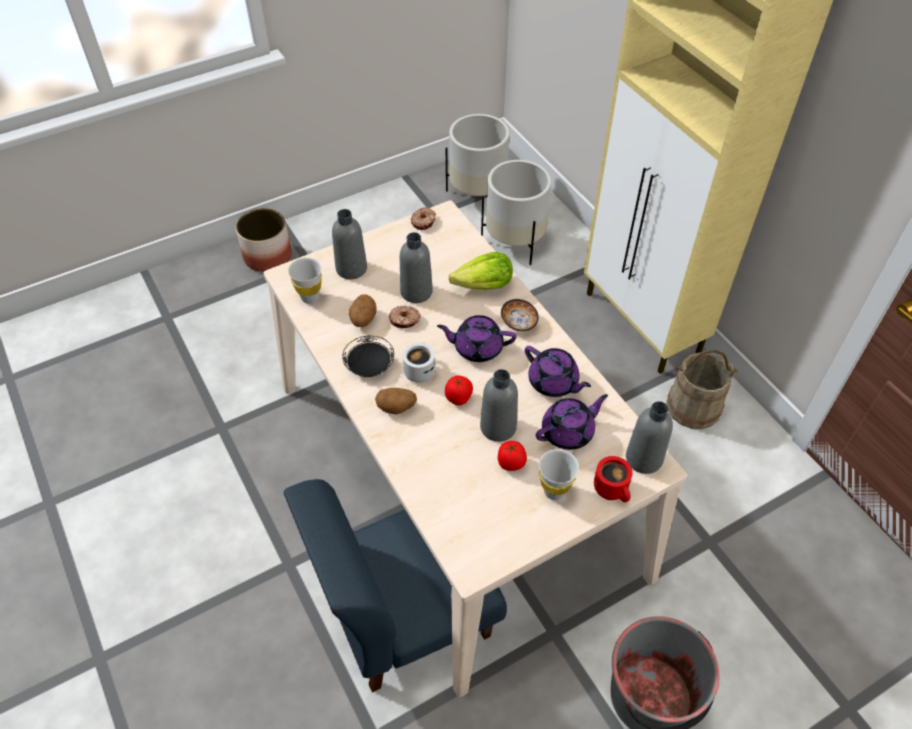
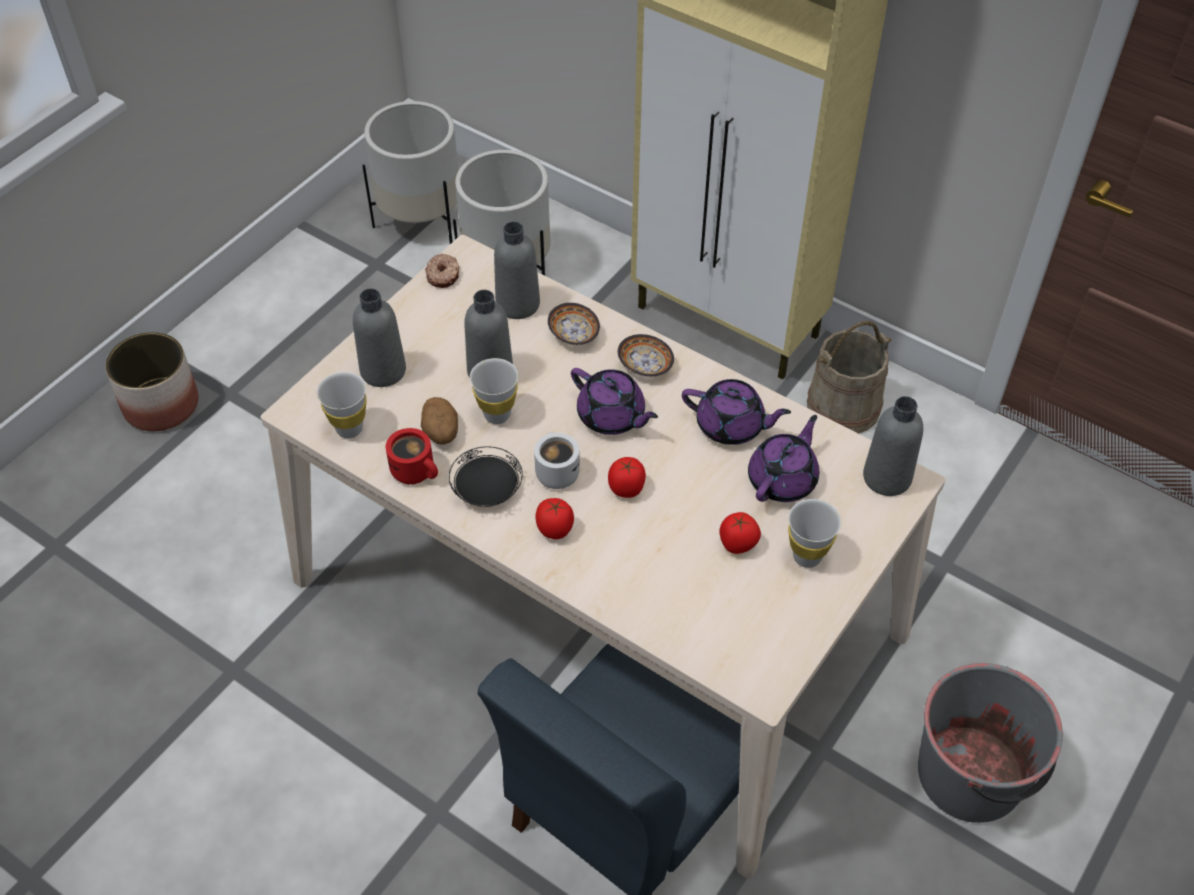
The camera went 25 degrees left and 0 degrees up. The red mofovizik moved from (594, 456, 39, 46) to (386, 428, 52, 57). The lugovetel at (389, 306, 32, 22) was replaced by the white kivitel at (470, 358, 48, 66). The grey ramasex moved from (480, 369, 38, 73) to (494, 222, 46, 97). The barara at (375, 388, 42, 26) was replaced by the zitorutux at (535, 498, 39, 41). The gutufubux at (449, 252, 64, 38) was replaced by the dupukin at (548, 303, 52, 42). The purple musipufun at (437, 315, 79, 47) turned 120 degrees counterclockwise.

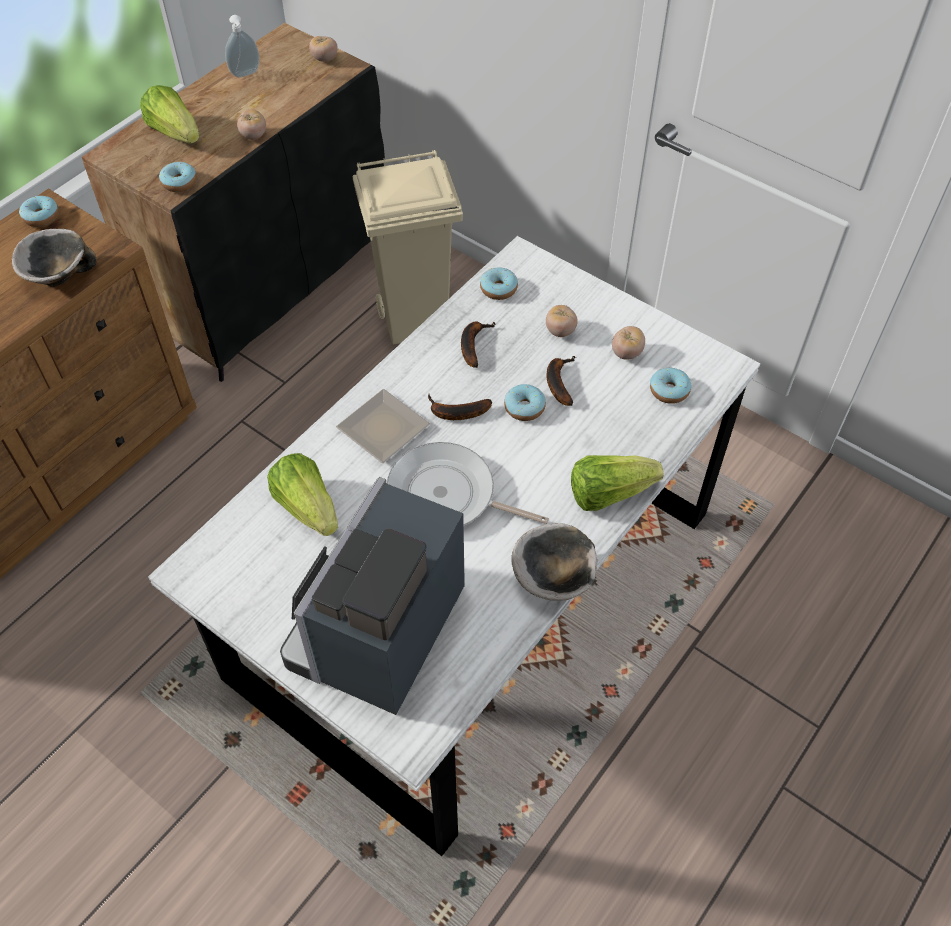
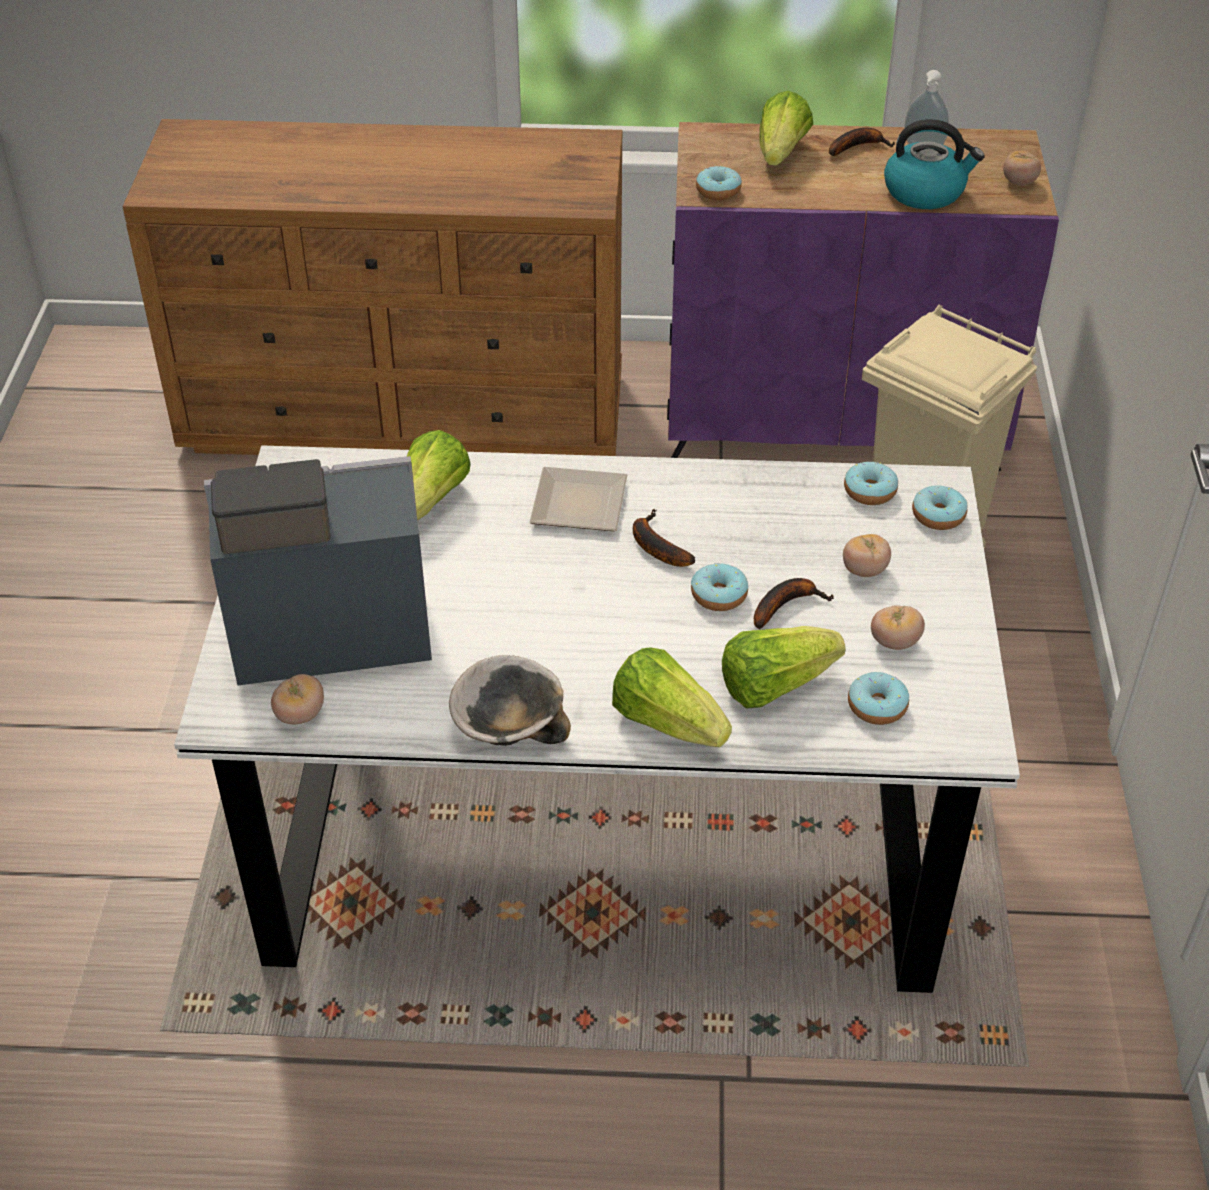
The camera went 55 degrees right and 10 degrees down. The zitorutux moved from (237, 109, 29, 31) to (271, 674, 53, 50). The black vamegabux at (82, 23, 303, 359) became the purple vamegabux at (667, 122, 392, 349). The gutufubux at (722, 626, 124, 83) appeared. The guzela moved from (461, 322, 34, 46) to (829, 128, 66, 28). The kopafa at (884, 119, 101, 90) appeared. The lugovetel moved from (19, 196, 40, 31) to (912, 485, 56, 45). The dupukin at (12, 229, 85, 58) disappeared. The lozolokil at (387, 442, 162, 84) disappeared.

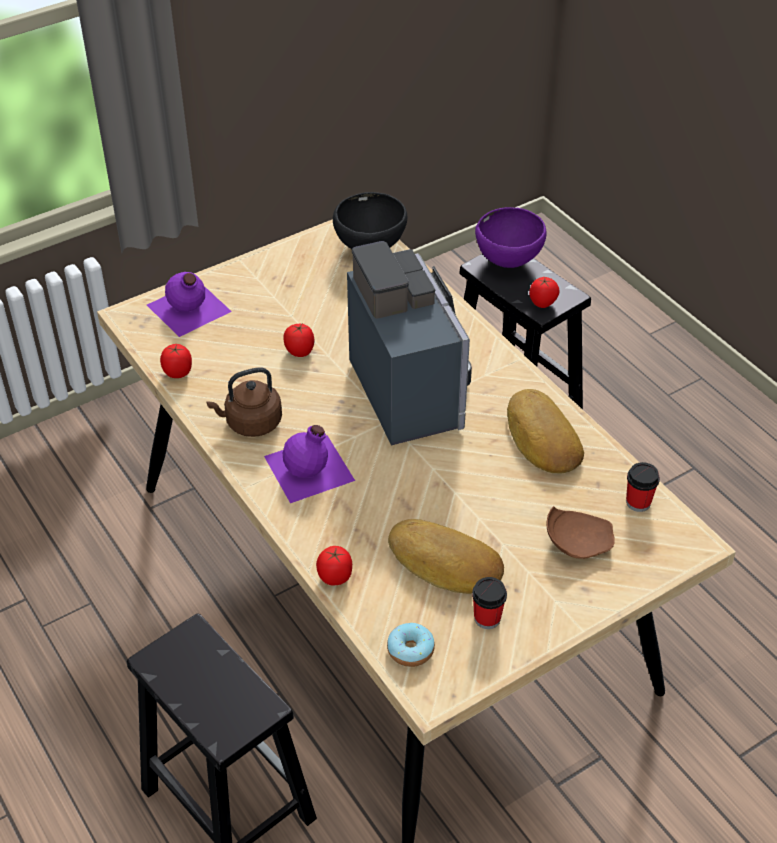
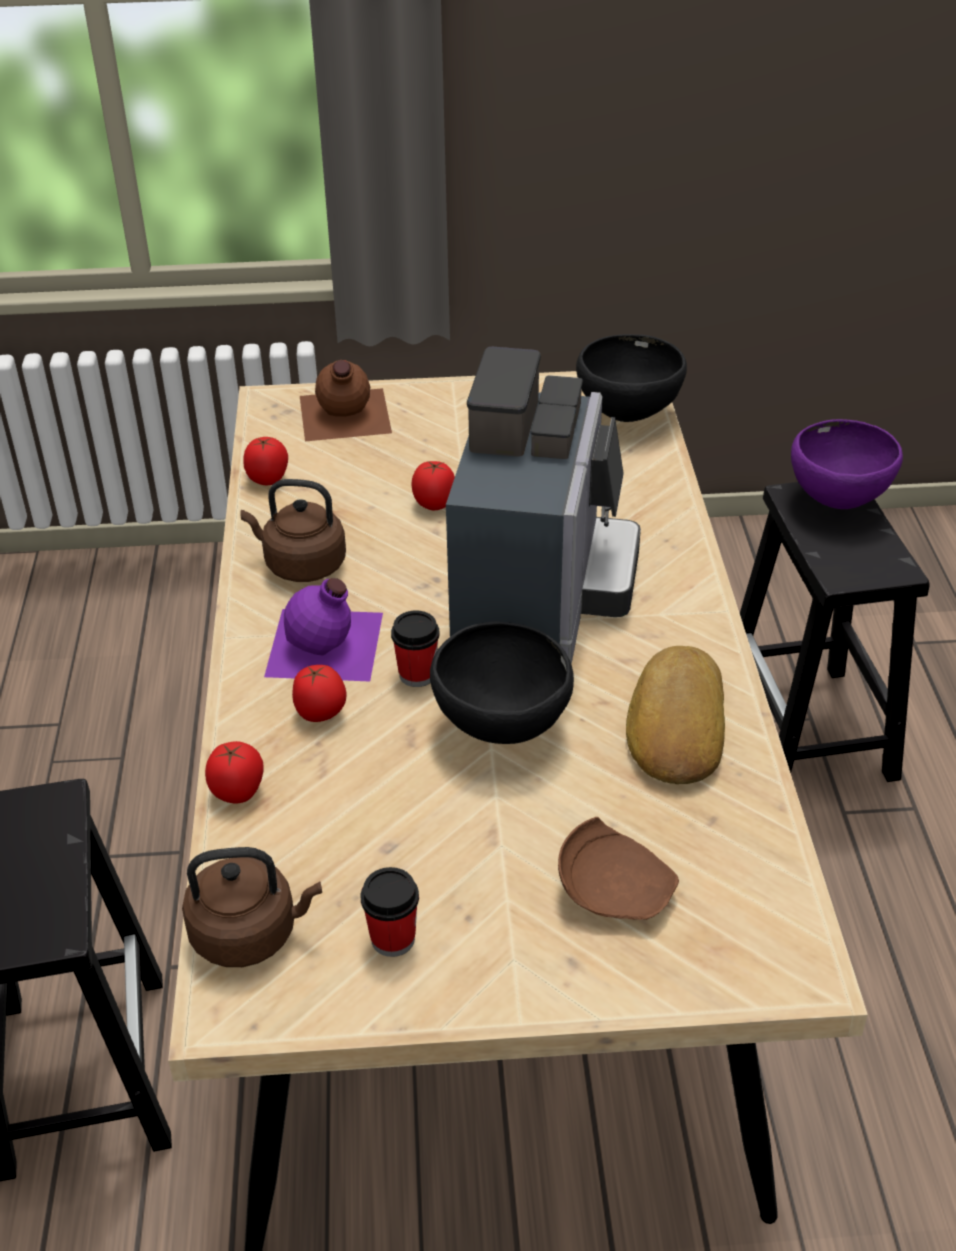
The camera went 30 degrees right and 5 degrees down. The lugovetel at (387, 623, 48, 44) was replaced by the brown kopafa at (182, 847, 140, 120). The zitorutux moved from (529, 277, 31, 31) to (292, 665, 54, 57). The purple ramasex at (147, 272, 85, 65) became the brown ramasex at (300, 360, 92, 81). The kivitel moved from (626, 462, 34, 50) to (391, 610, 49, 77). The black dupukin at (430, 621, 144, 123) appeared. The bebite at (388, 519, 116, 75) disappeared.

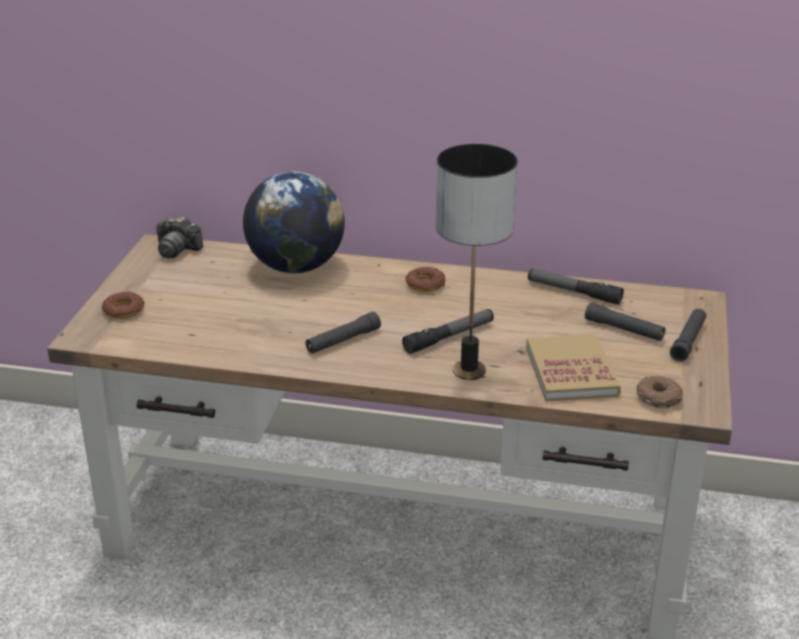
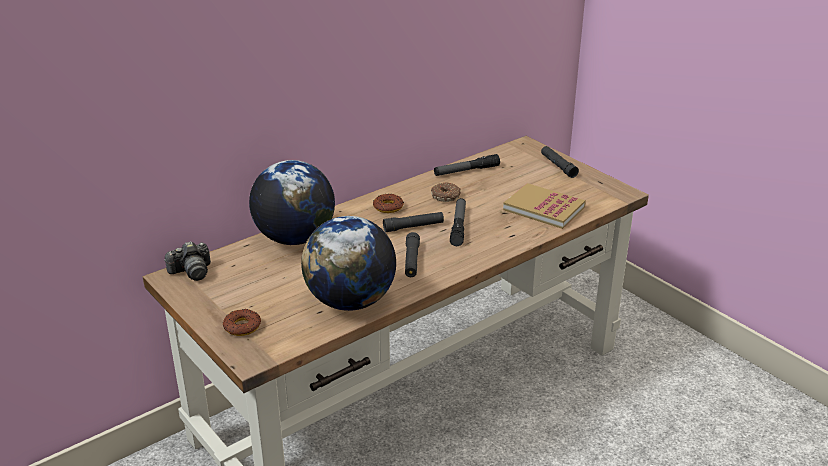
The camera went 50 degrees left and 0 degrees up. The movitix at (301, 216, 95, 95) appeared. The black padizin moved from (585, 302, 80, 39) to (383, 212, 61, 20). The lugovetel moved from (637, 375, 46, 33) to (431, 182, 30, 20). The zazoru at (436, 144, 82, 236) disappeared.

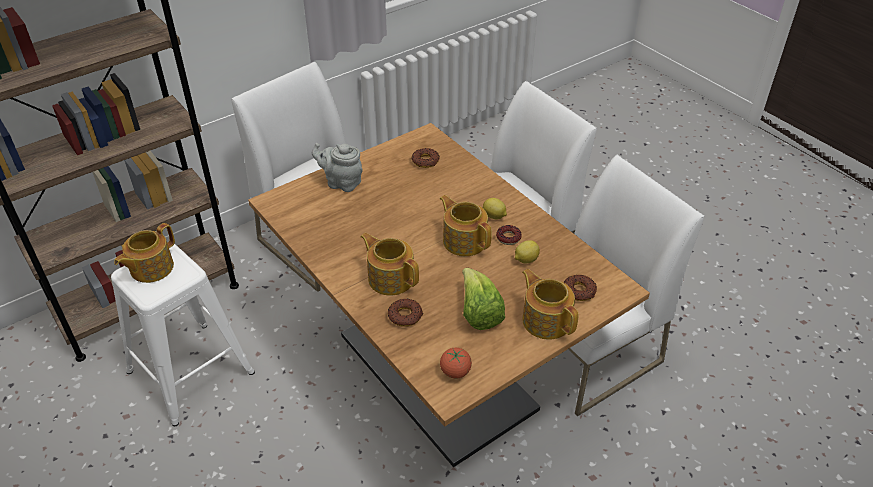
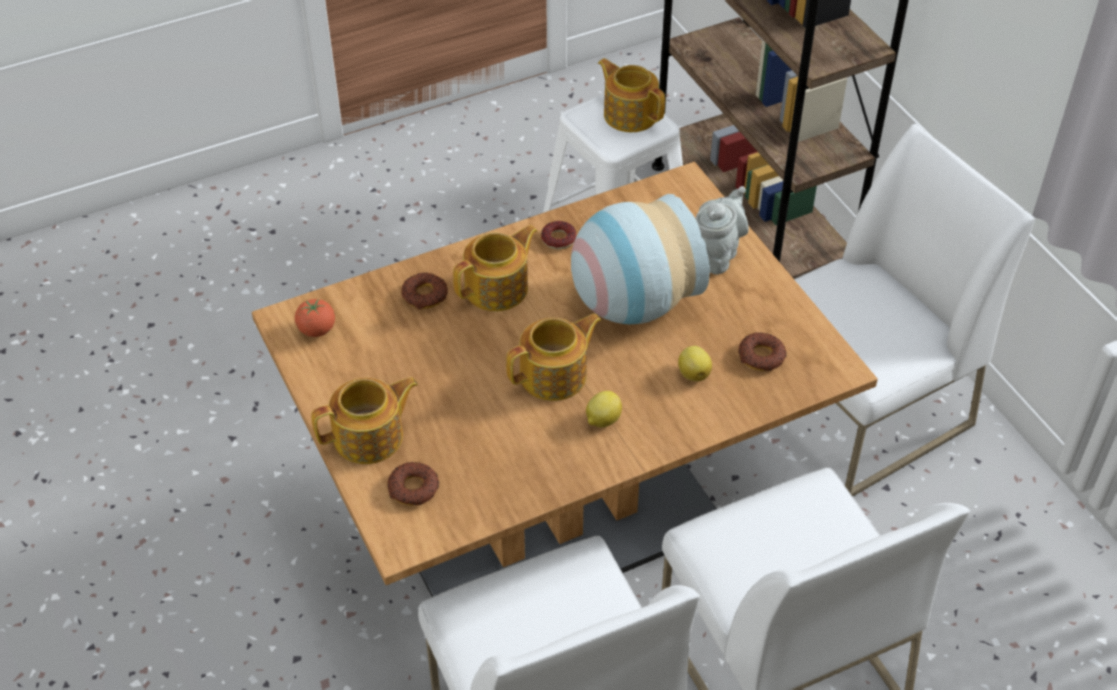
The camera went 100 degrees right and 5 degrees up. The lugovetel moved from (496, 225, 26, 20) to (541, 221, 36, 29). The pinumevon at (571, 194, 139, 130) appeared. The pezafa moved from (515, 240, 25, 23) to (678, 346, 34, 35). The gutufubux at (462, 268, 43, 62) disappeared.

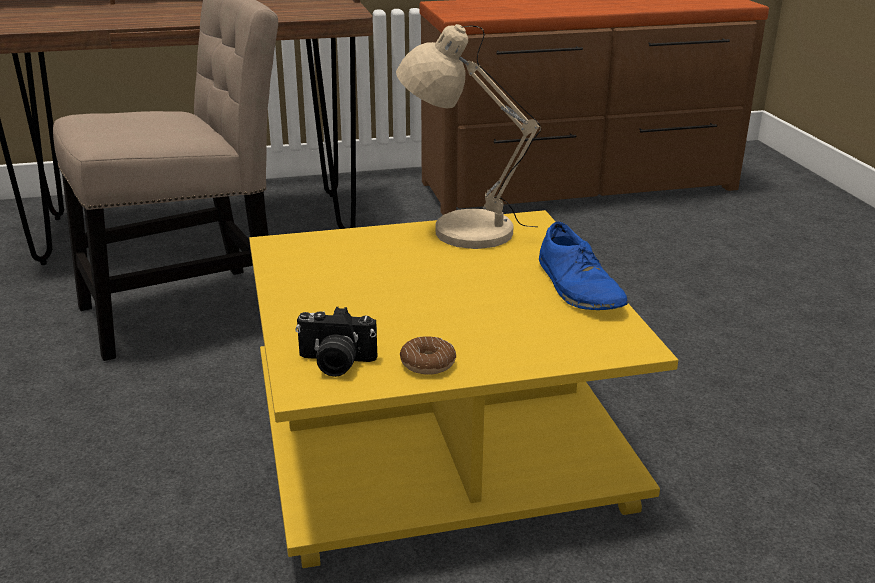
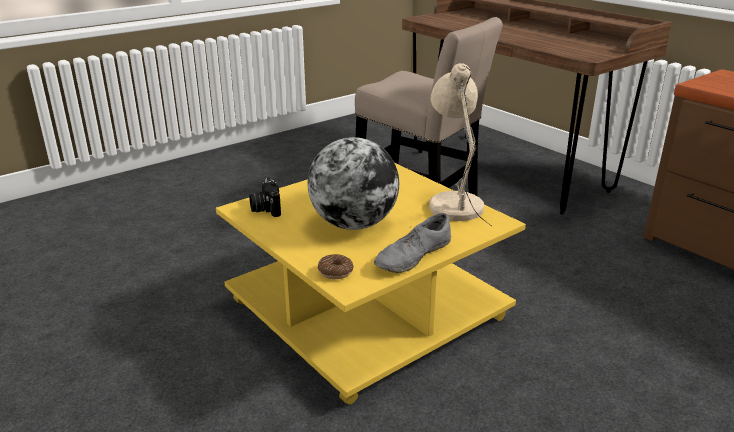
The camera went 65 degrees right and 0 degrees up. The movitix at (307, 137, 92, 93) appeared. The lugovetel moved from (400, 336, 56, 39) to (318, 254, 36, 25). The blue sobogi at (539, 221, 89, 89) became the grey sobogi at (374, 213, 77, 60).

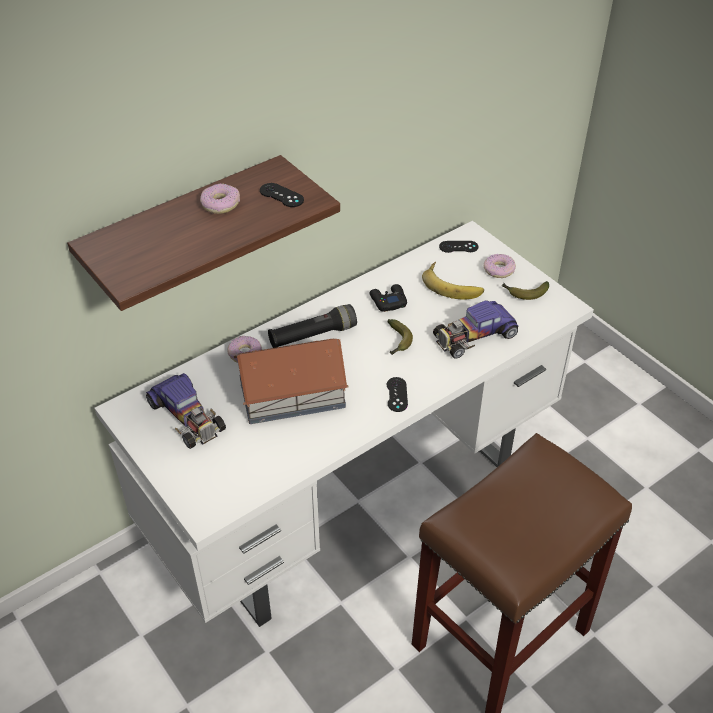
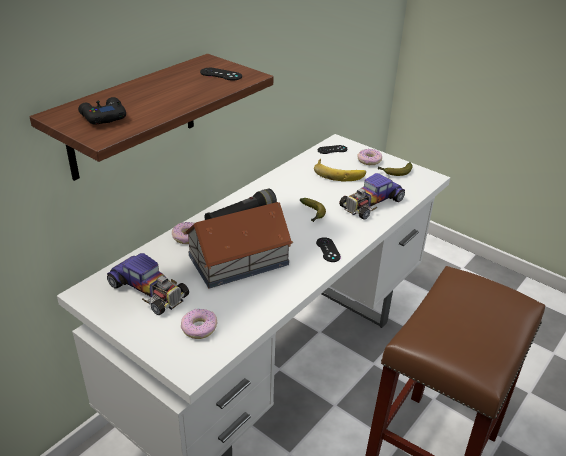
The camera went 15 degrees left and 10 degrees down. The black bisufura moved from (370, 284, 37, 28) to (78, 97, 48, 28). The lugovetel moved from (200, 184, 40, 30) to (181, 309, 37, 30).

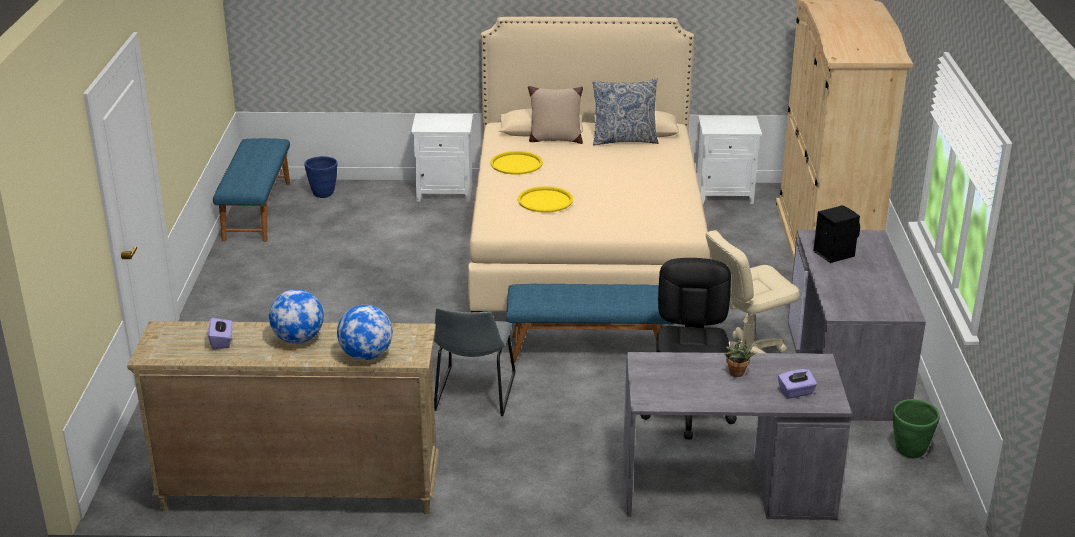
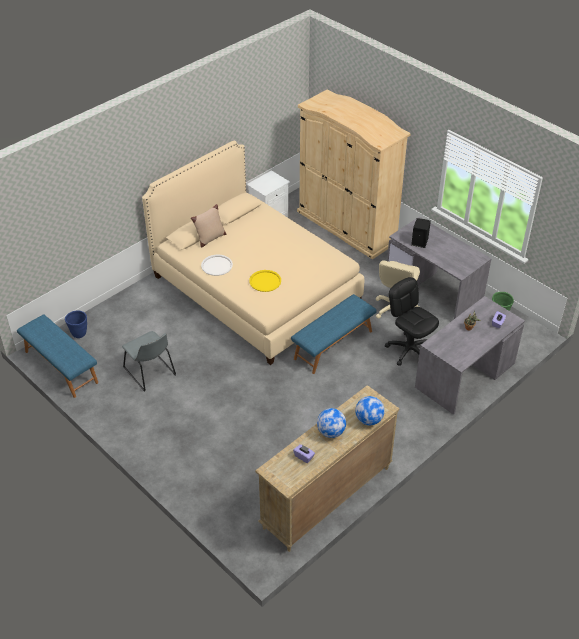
The camera went 45 degrees left and 15 degrees up. The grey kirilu moved from (434, 308, 82, 108) to (122, 331, 54, 61). The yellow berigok at (490, 151, 53, 24) became the white berigok at (201, 255, 32, 21). The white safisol at (411, 114, 62, 88) disappeared. The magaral at (592, 78, 67, 68) disappeared.

